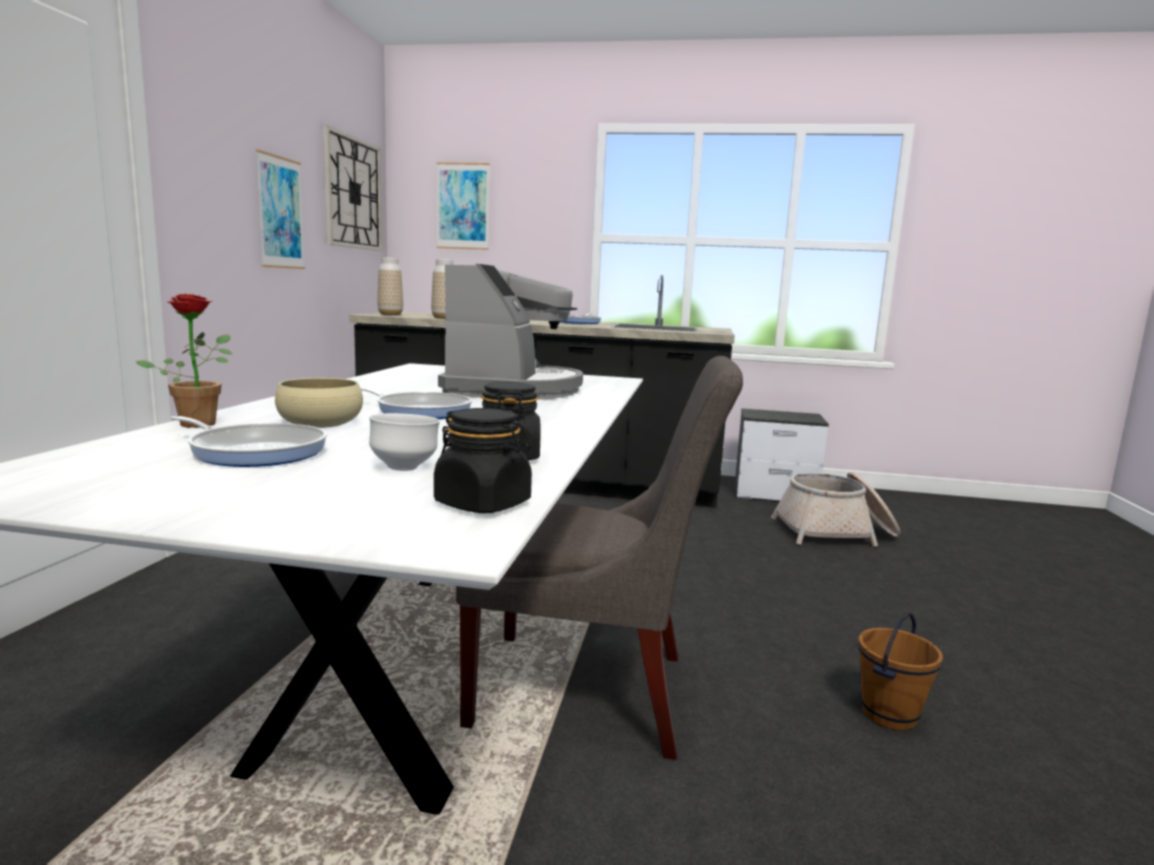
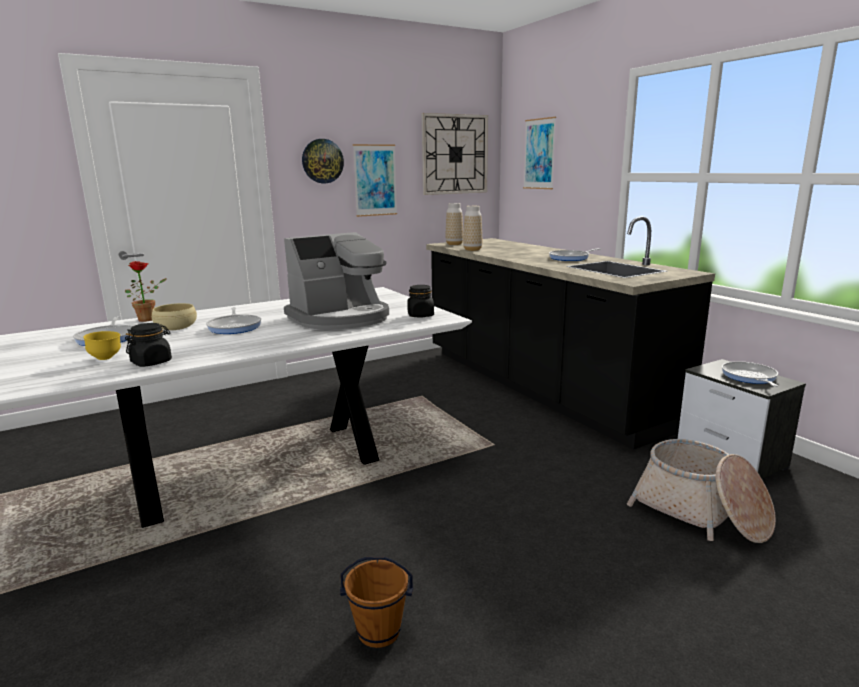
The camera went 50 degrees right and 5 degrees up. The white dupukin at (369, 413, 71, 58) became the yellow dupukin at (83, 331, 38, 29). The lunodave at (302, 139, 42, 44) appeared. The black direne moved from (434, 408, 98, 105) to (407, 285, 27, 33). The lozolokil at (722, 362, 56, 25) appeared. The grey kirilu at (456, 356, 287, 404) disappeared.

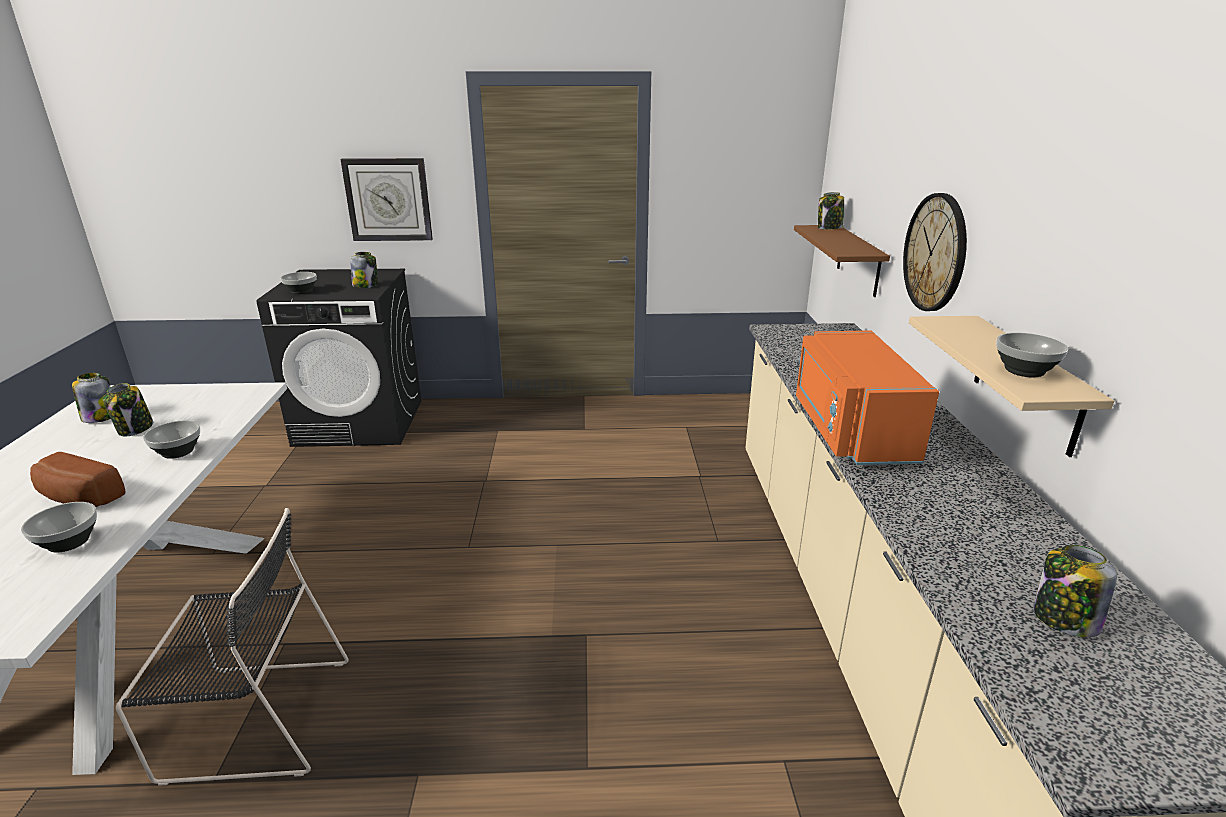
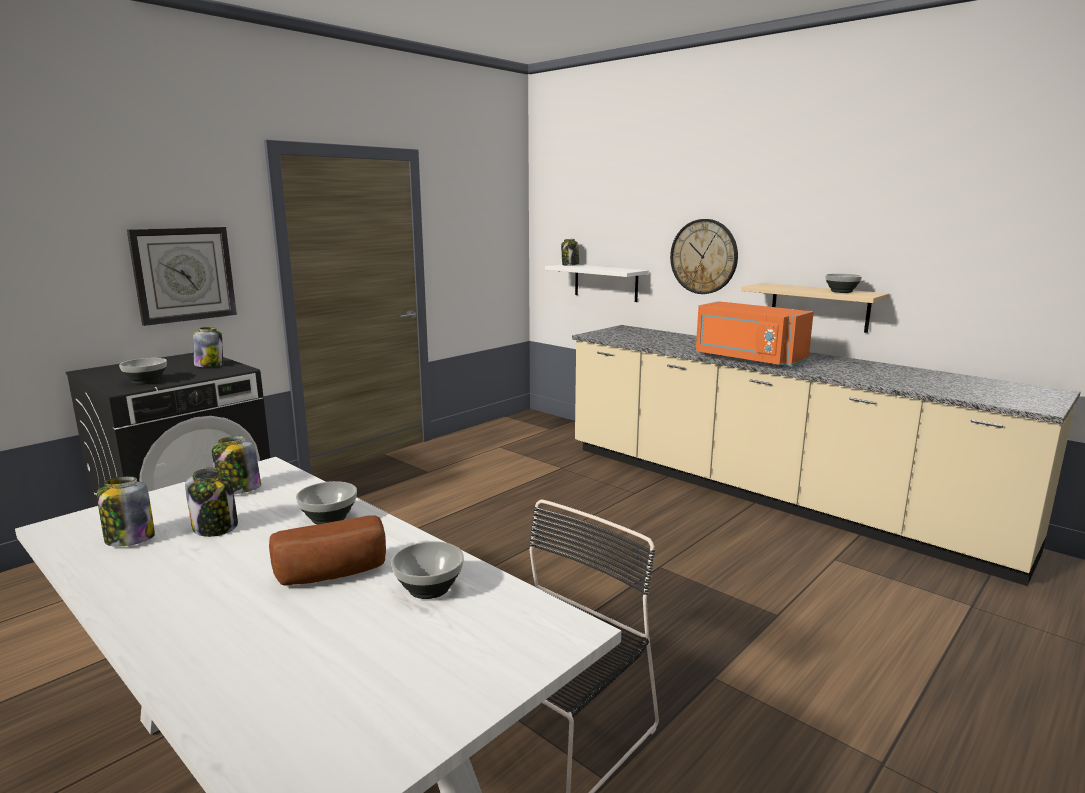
The camera went 45 degrees left and 10 degrees down. The direne moved from (1033, 545, 84, 92) to (212, 436, 49, 58). The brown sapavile at (794, 225, 96, 72) became the white sapavile at (545, 265, 104, 37).

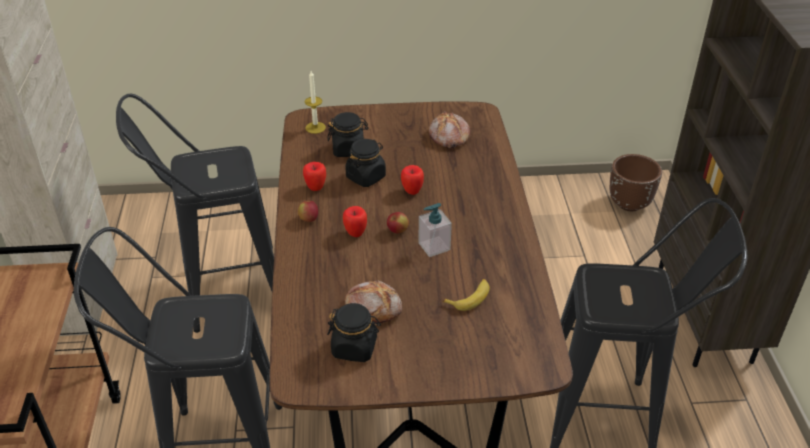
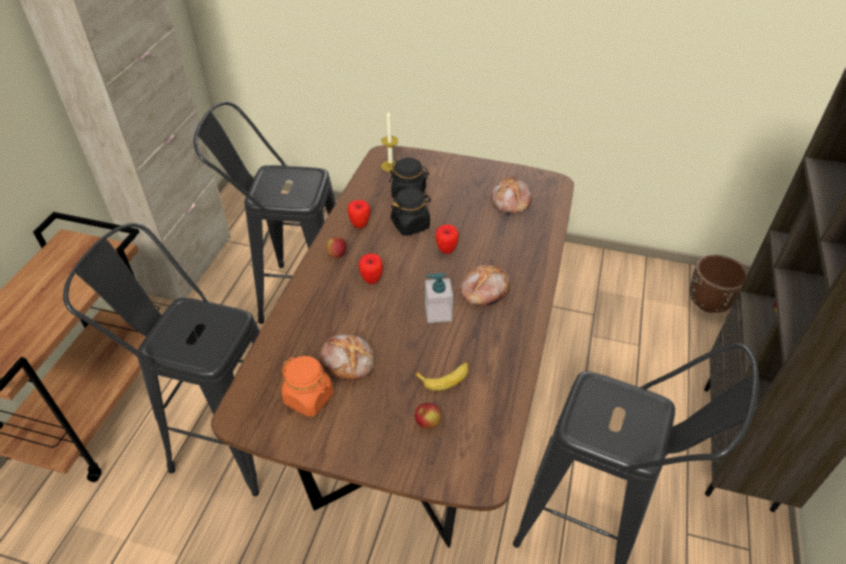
The camera went 20 degrees right and 5 degrees up. The black direne at (327, 303, 54, 59) became the orange direne at (282, 356, 52, 61). The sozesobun moved from (387, 212, 22, 22) to (415, 403, 27, 25). The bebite at (459, 265, 51, 41) appeared.

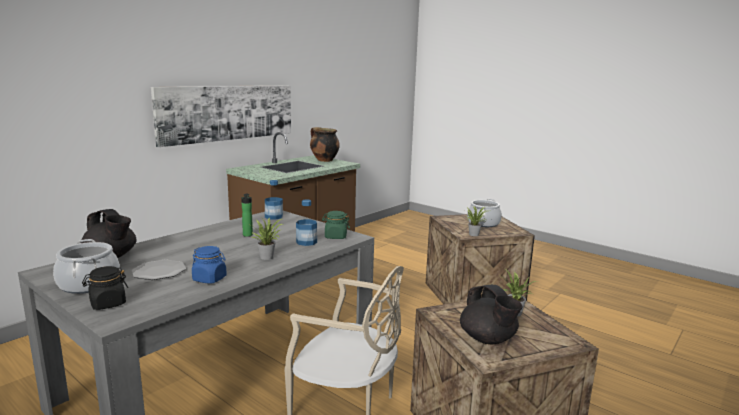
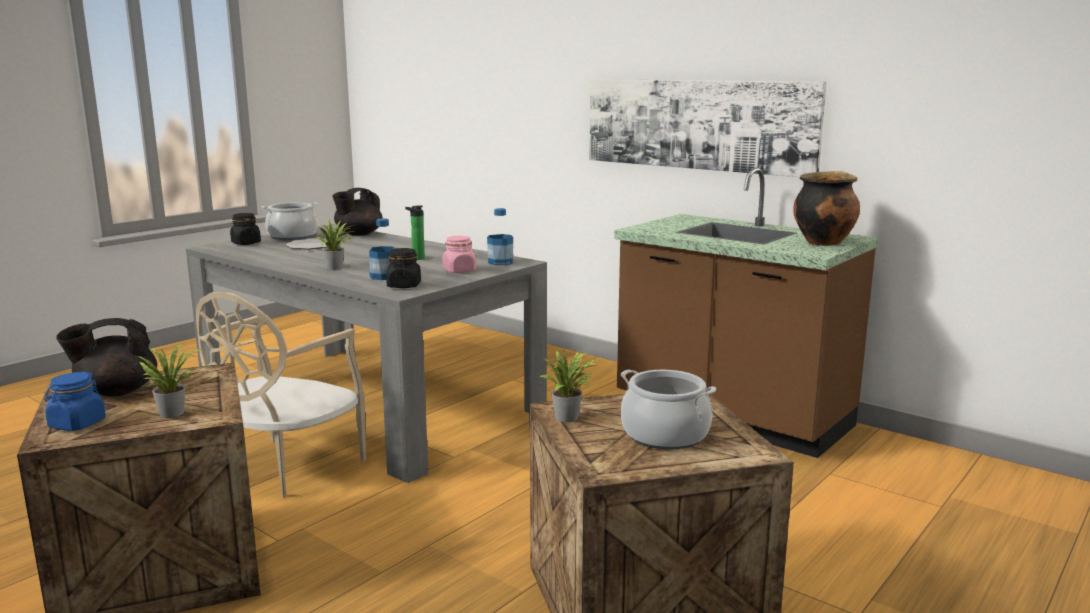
The camera went 90 degrees right and 0 degrees up. The blue direne moved from (192, 246, 35, 38) to (45, 372, 61, 59). The green direne at (322, 211, 28, 28) became the black direne at (386, 248, 35, 40). The pink direne at (442, 236, 34, 37) appeared.

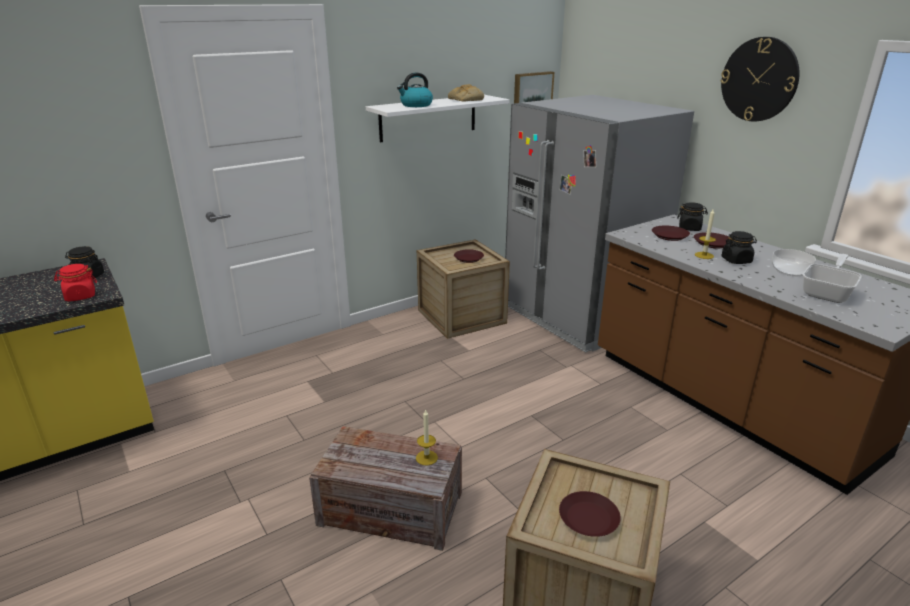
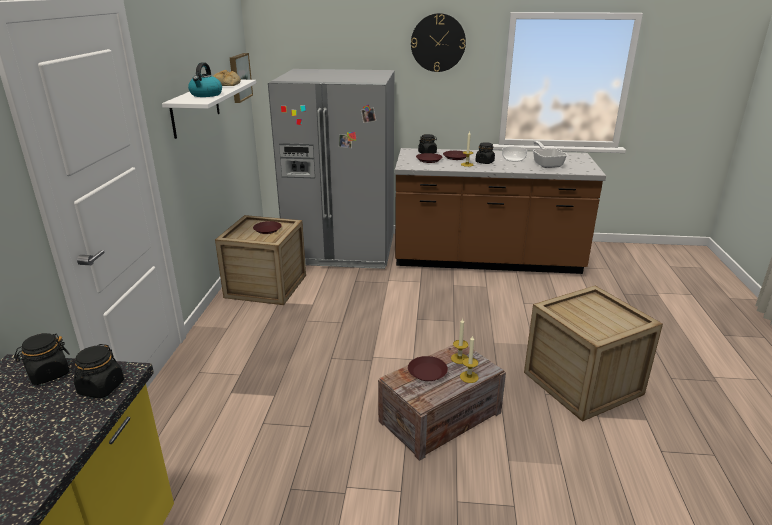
The camera went 50 degrees left and 0 degrees up. The red direne at (54, 264, 43, 37) became the black direne at (74, 344, 50, 54). The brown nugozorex moved from (559, 491, 62, 46) to (408, 356, 40, 25). The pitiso at (460, 335, 19, 48) appeared.

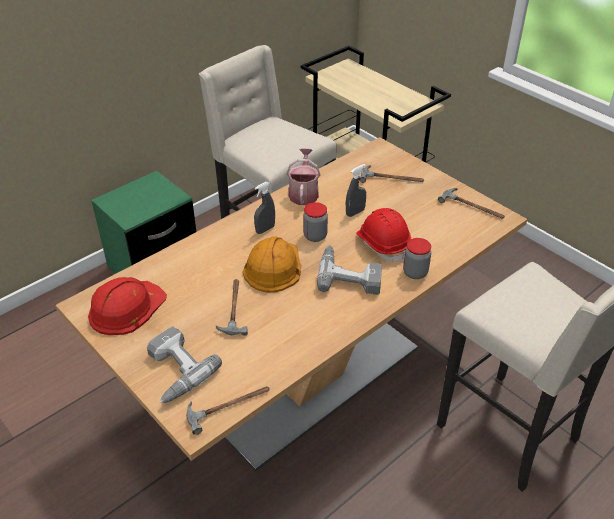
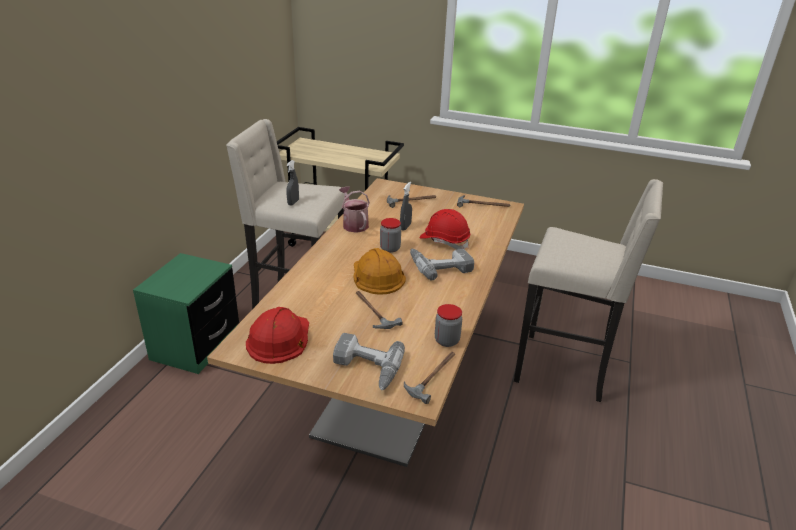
The camera went 30 degrees left and 10 degrees down. The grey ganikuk moved from (254, 182, 21, 52) to (286, 160, 13, 46). The direne moved from (403, 238, 28, 41) to (435, 304, 27, 43).

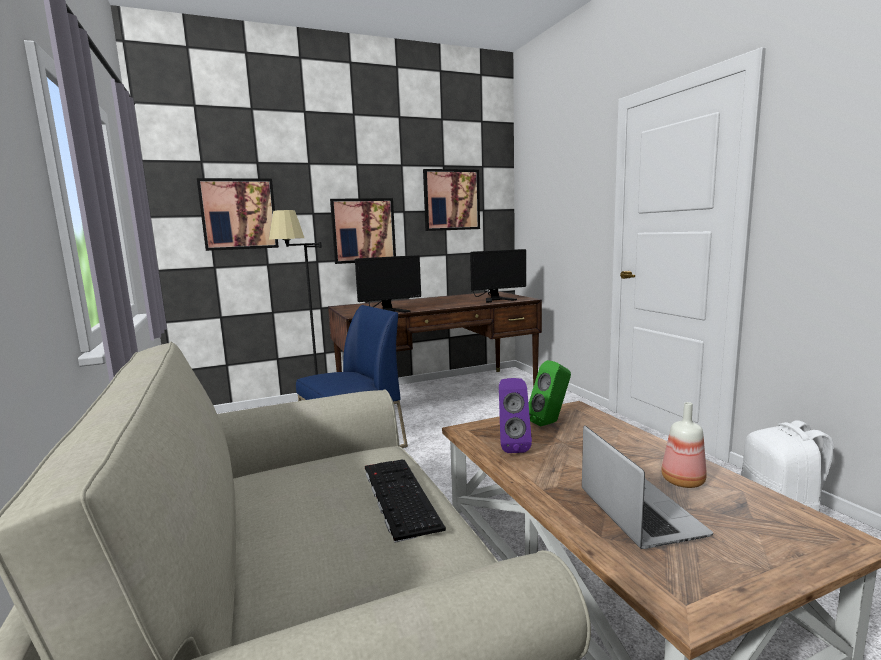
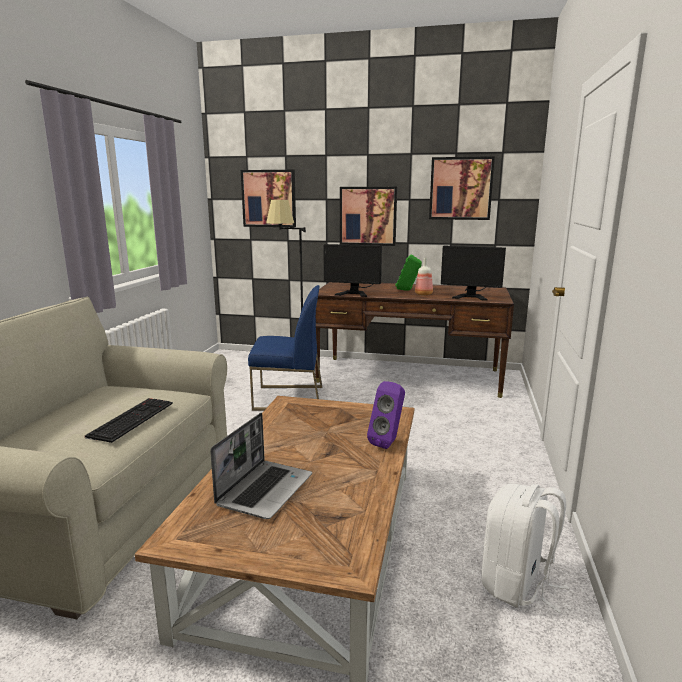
The camera went 35 degrees right and 5 degrees up. The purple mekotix moved from (499, 378, 33, 75) to (367, 381, 38, 68). The green mekotix moved from (529, 360, 42, 67) to (395, 255, 27, 36). The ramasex moved from (661, 402, 46, 86) to (415, 258, 18, 37).

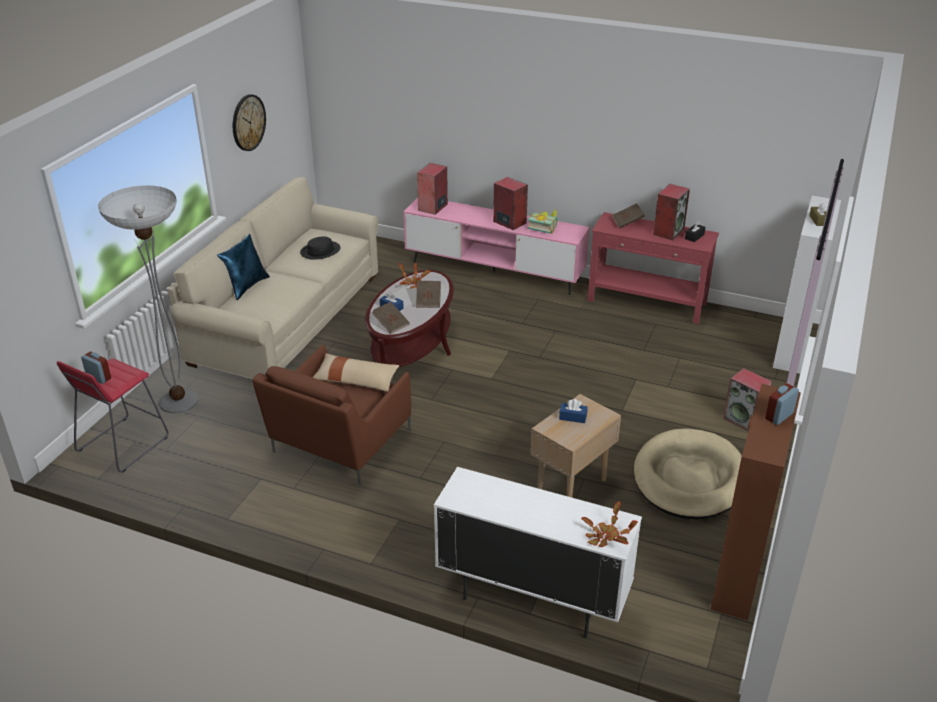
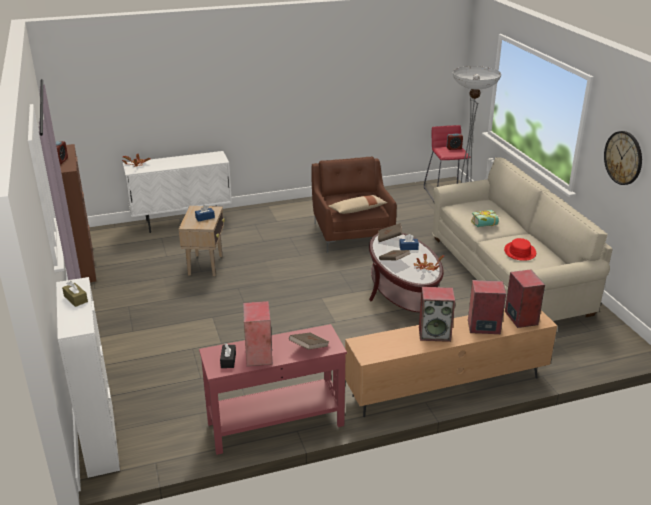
The camera went 140 degrees right and 5 degrees down. The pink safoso at (403, 197, 187, 98) became the brown safoso at (345, 308, 212, 109). The mekotix moved from (723, 368, 49, 64) to (468, 280, 38, 54). The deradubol moved from (528, 209, 29, 24) to (471, 210, 28, 17). The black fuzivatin at (300, 236, 41, 24) became the red fuzivatin at (504, 238, 32, 23). The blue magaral at (217, 234, 53, 66) disappeared. The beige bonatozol at (634, 428, 108, 91) disappeared.

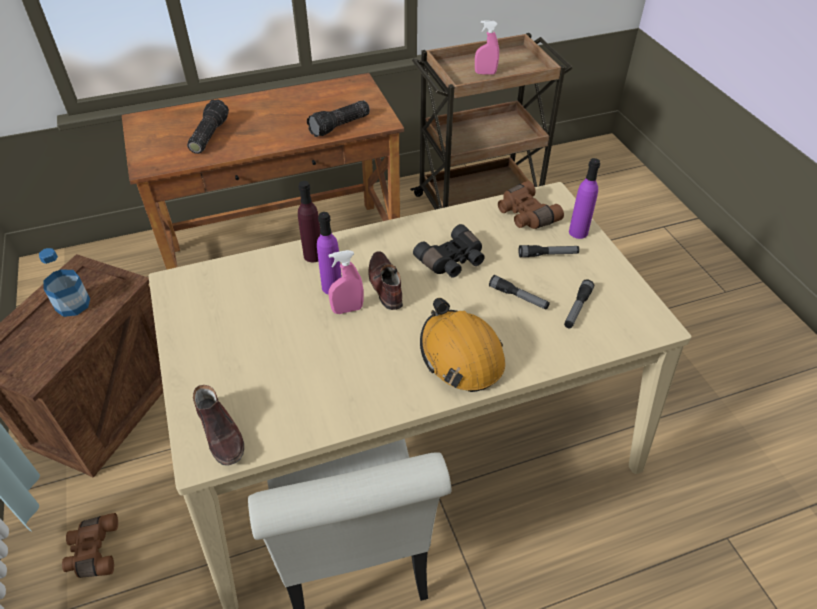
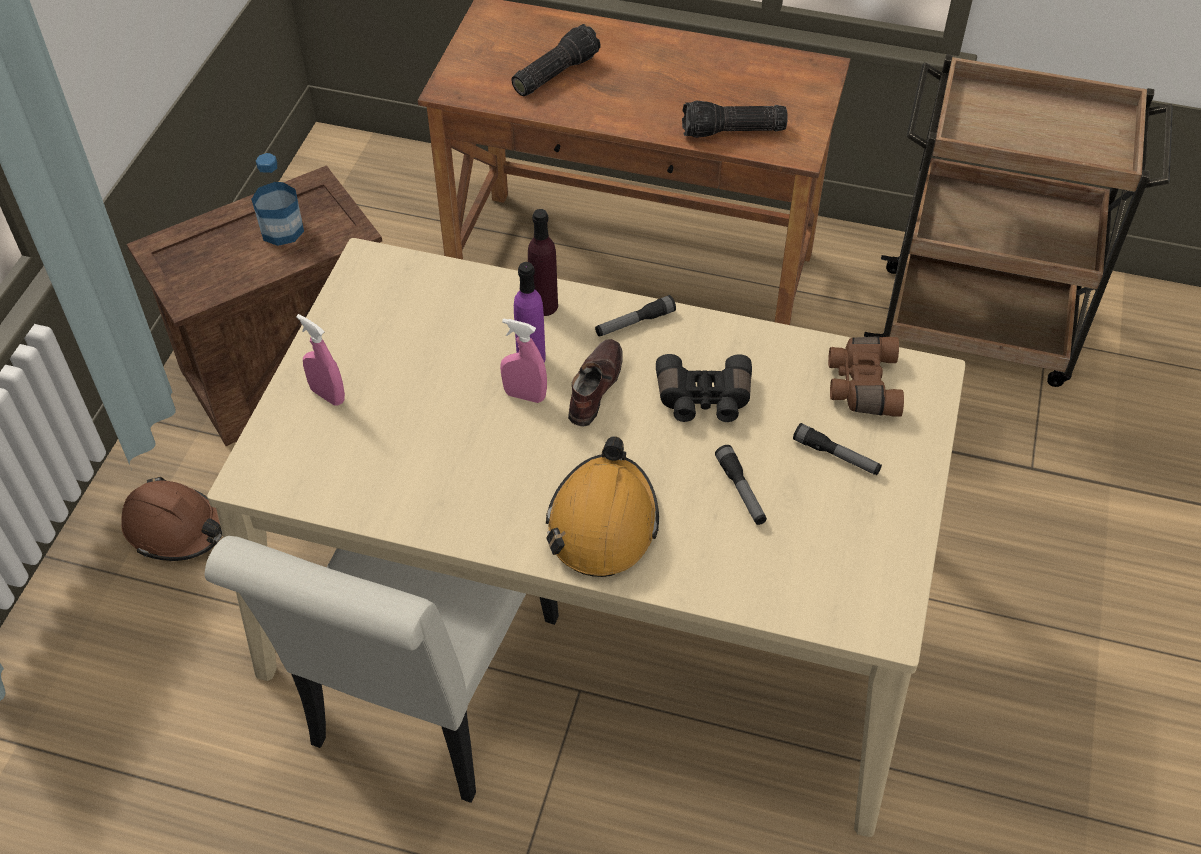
The camera went 35 degrees right and 5 degrees up. The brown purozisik at (62, 513, 56, 65) was replaced by the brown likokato at (121, 476, 102, 85). The pink ganikuk moved from (475, 20, 24, 54) to (296, 314, 49, 92). The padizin moved from (564, 279, 30, 49) to (595, 295, 81, 42). The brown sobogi at (193, 385, 51, 81) disappeared. The purple ramasex at (569, 158, 31, 81) disappeared.

